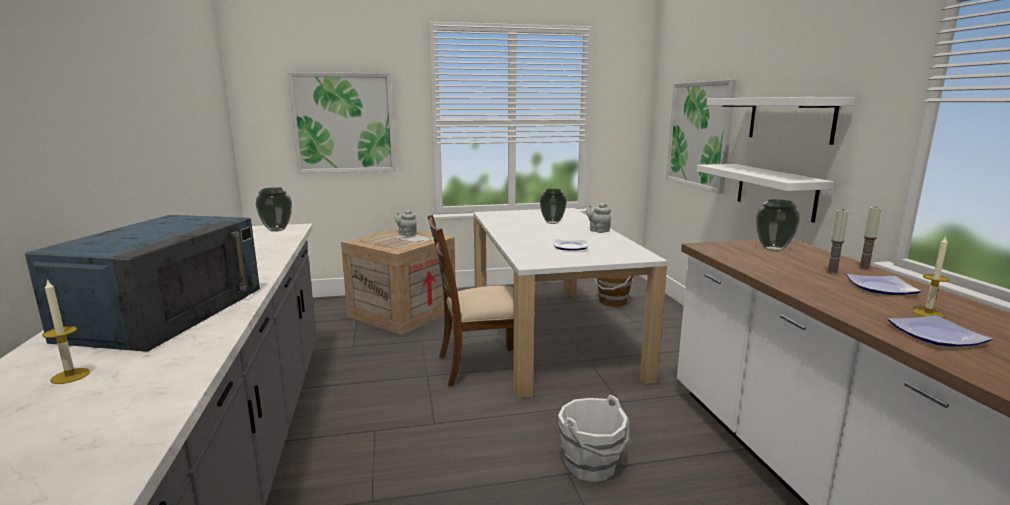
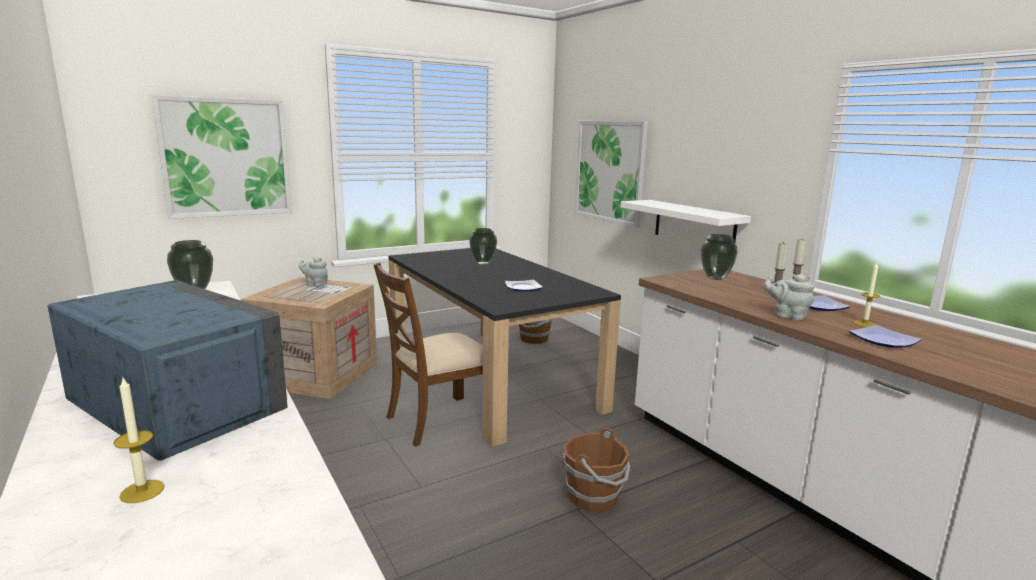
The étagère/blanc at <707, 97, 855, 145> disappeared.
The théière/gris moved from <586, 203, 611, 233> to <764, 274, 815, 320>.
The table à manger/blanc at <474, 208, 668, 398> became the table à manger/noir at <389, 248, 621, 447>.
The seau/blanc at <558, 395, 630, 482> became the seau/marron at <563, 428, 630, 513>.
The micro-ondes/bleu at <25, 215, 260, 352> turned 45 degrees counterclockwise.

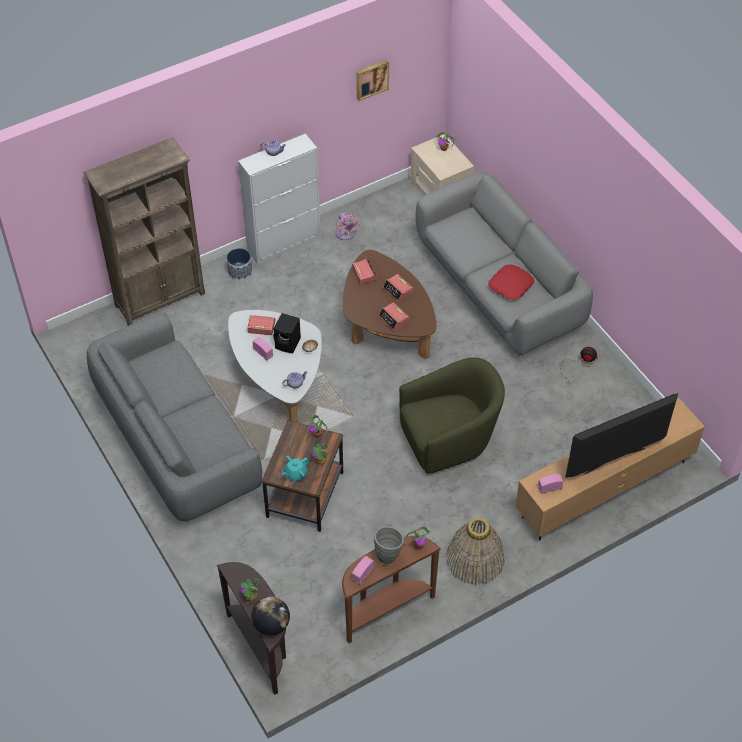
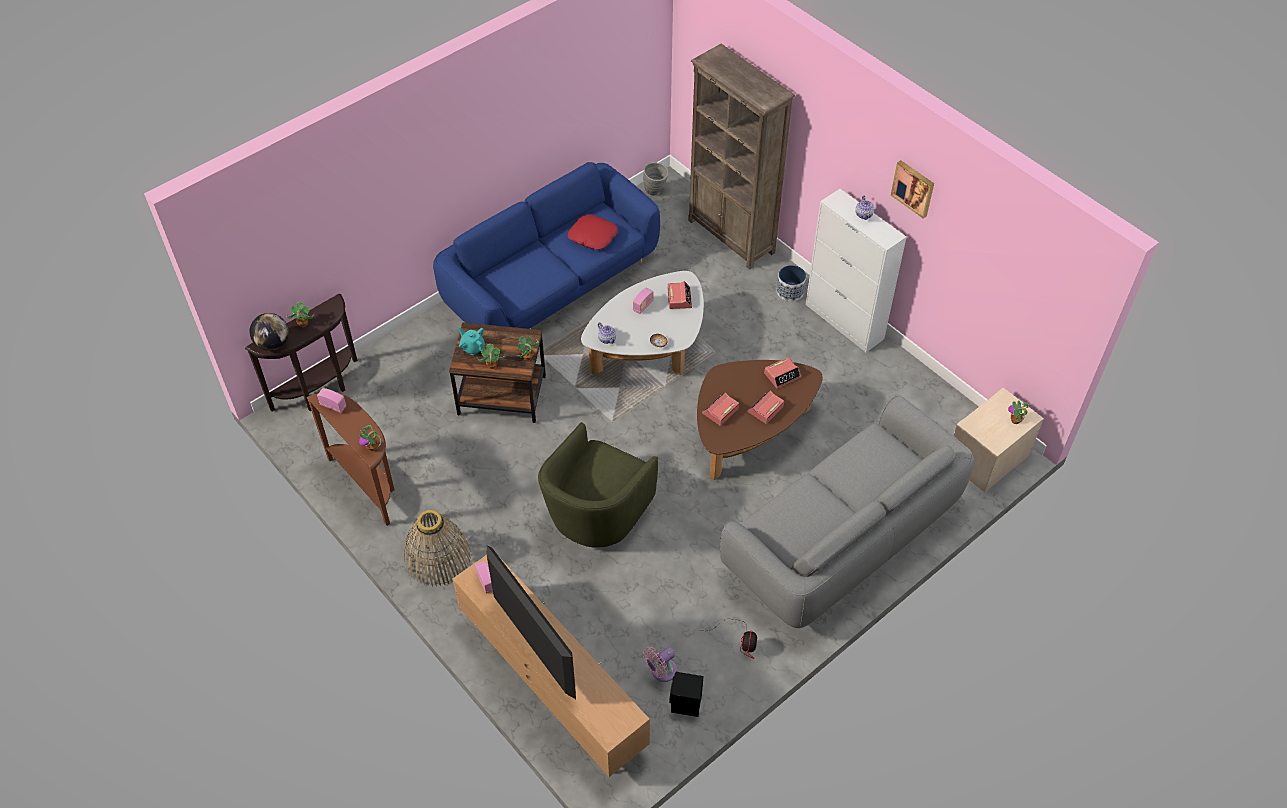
The enceinte/noir moved from <273, 313, 301, 353> to <669, 672, 703, 717>.
The ventilateur/rose moved from <336, 212, 360, 240> to <643, 647, 677, 682>.
The tableau moved from <356, 60, 389, 101> to <891, 160, 934, 218>.
The vase/gris moved from <374, 526, 404, 565> to <643, 162, 669, 196>.
The coussin/rouge moved from <488, 265, 534, 300> to <568, 214, 618, 250>.
The canapé/gris at <87, 313, 262, 522> became the canapé/bleu at <433, 162, 660, 329>.
The fauteuil/vert at <399, 357, 505, 474> turned 60 degrees clockwise.

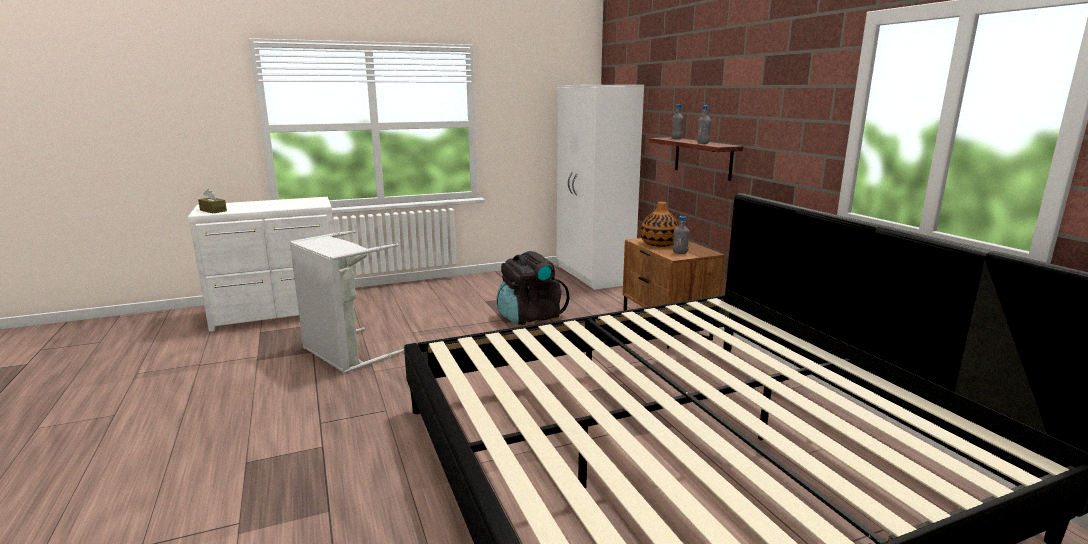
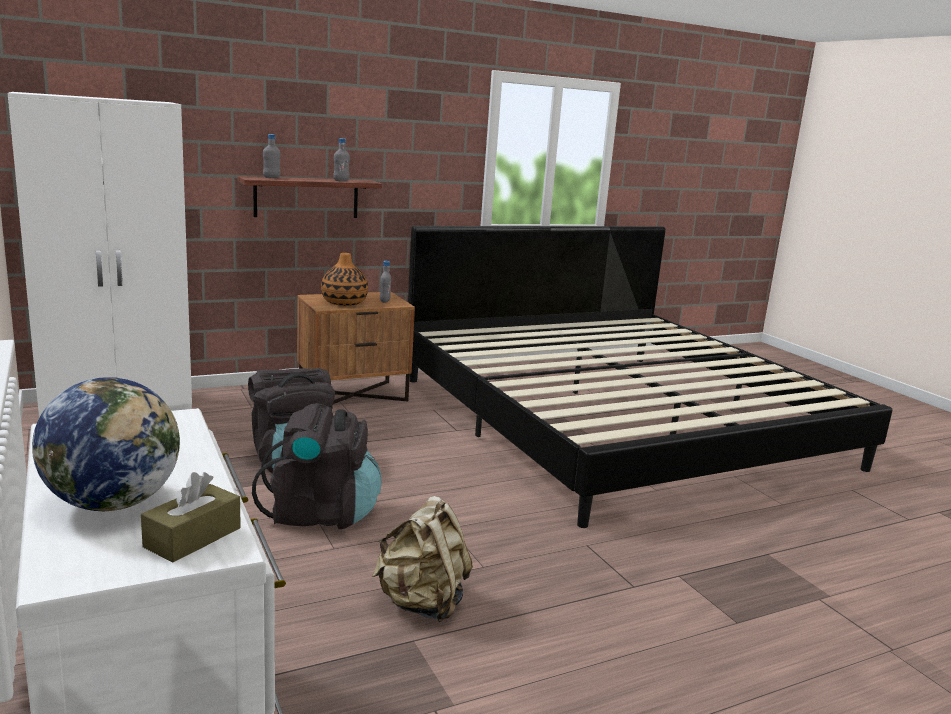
The globe at <32, 377, 180, 511> appeared.
The sac à dos/noir at <252, 403, 382, 529> appeared.
The panier à linge/gris at <290, 230, 404, 374> was replaced by the sac à dos/beige at <372, 496, 473, 622>.

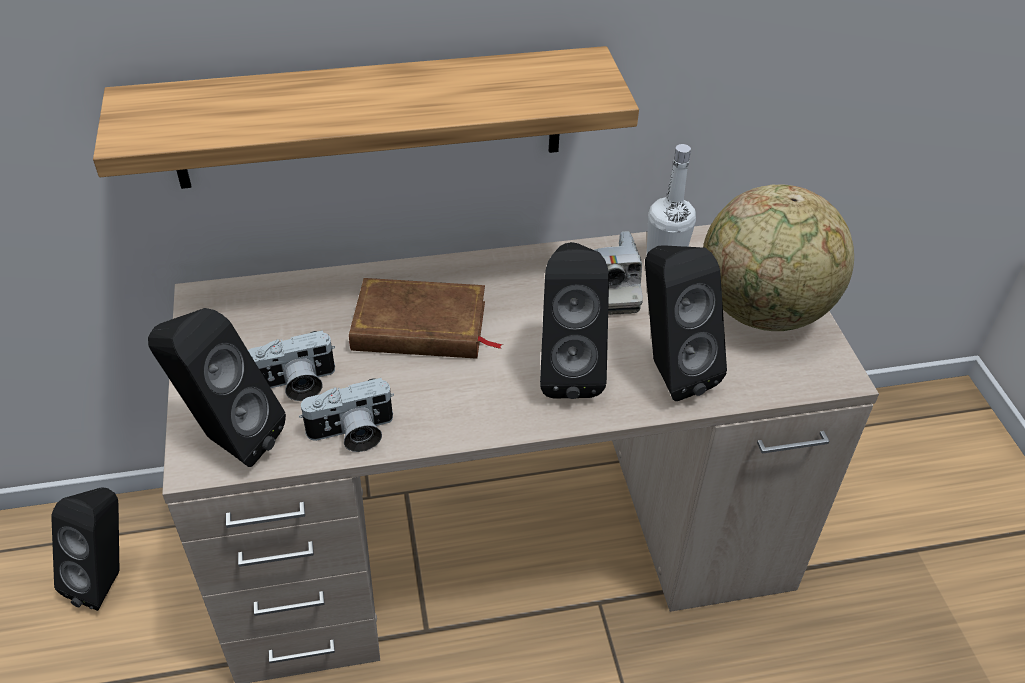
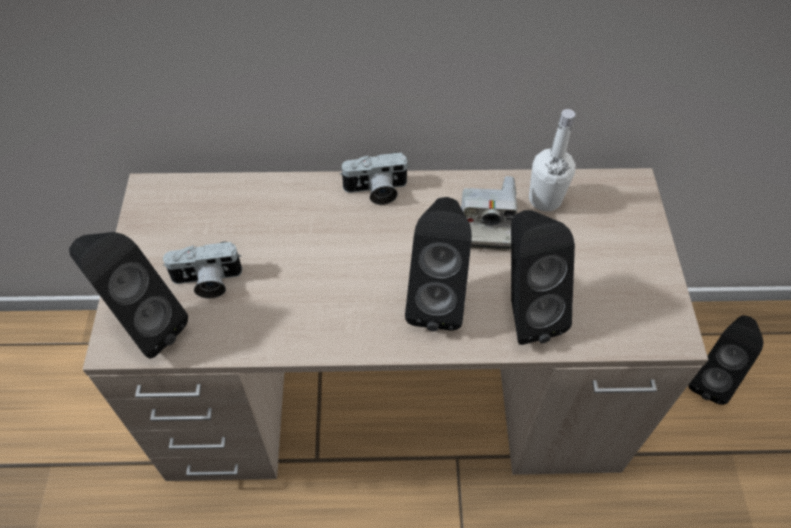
The étagère at <93, 46, 639, 189> disappeared.
The livre/marron at <349, 278, 503, 359> disappeared.
The globe at <703, 185, 854, 331> disappeared.
The enceinte/noir moved from <51, 487, 119, 611> to <689, 315, 764, 405>.
The appareil photo moved from <299, 378, 394, 452> to <340, 152, 409, 205>.

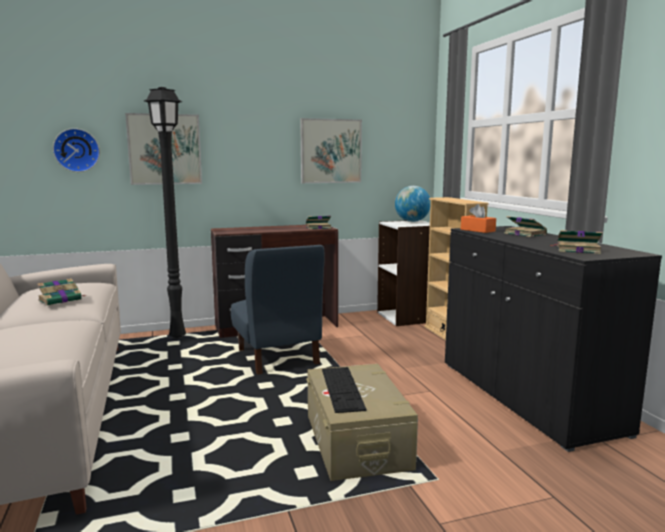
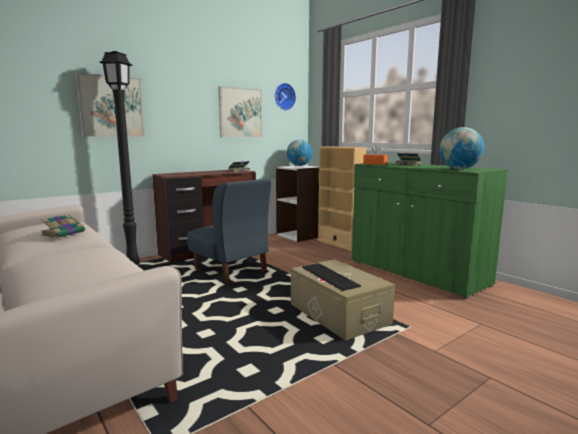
The horloge murale moved from <53, 128, 100, 172> to <275, 83, 296, 110>.
The livre at <551, 230, 603, 254> was replaced by the globe at <439, 127, 484, 169>.
The meuble de rangement/noir at <445, 226, 662, 452> became the meuble de rangement/vert at <352, 162, 508, 299>.

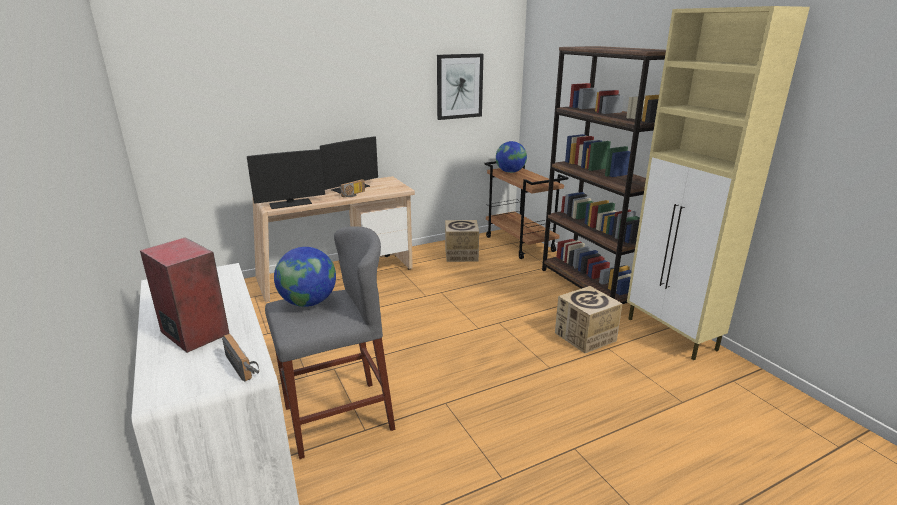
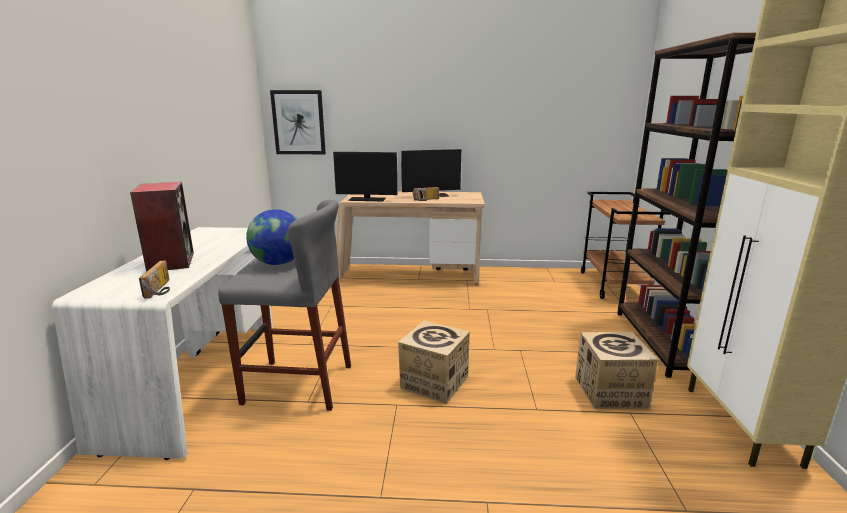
The globe at <496, 141, 527, 173> disappeared.
The tableau moved from <437, 54, 484, 120> to <270, 90, 326, 154>.
The carton moved from <445, 220, 479, 262> to <398, 321, 470, 404>.

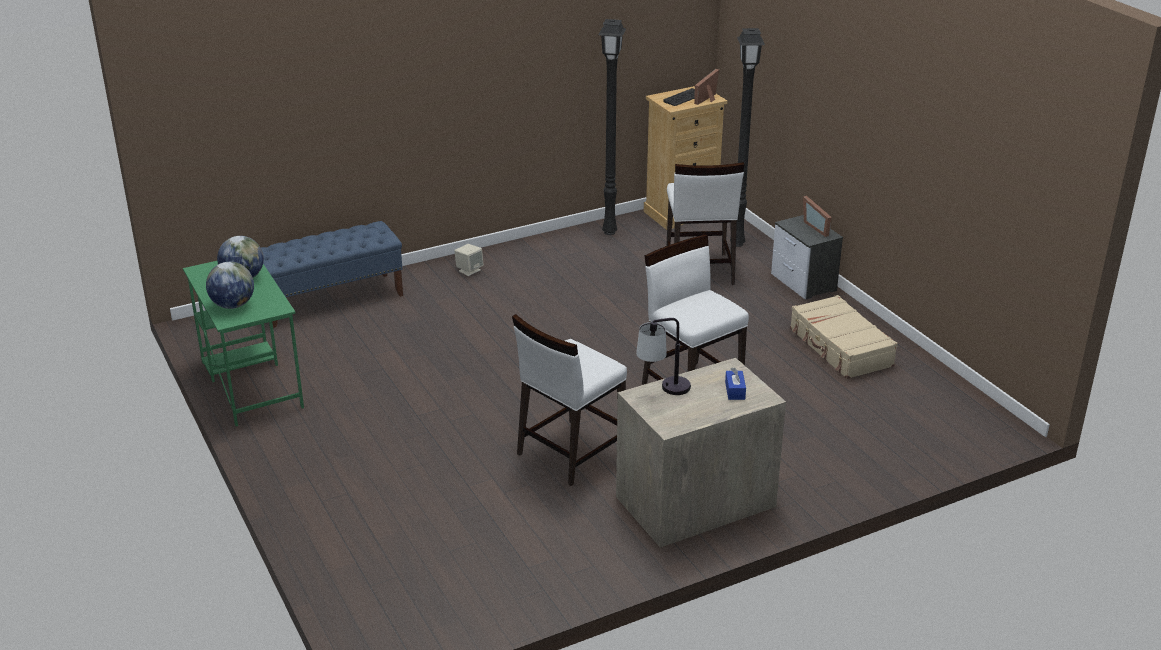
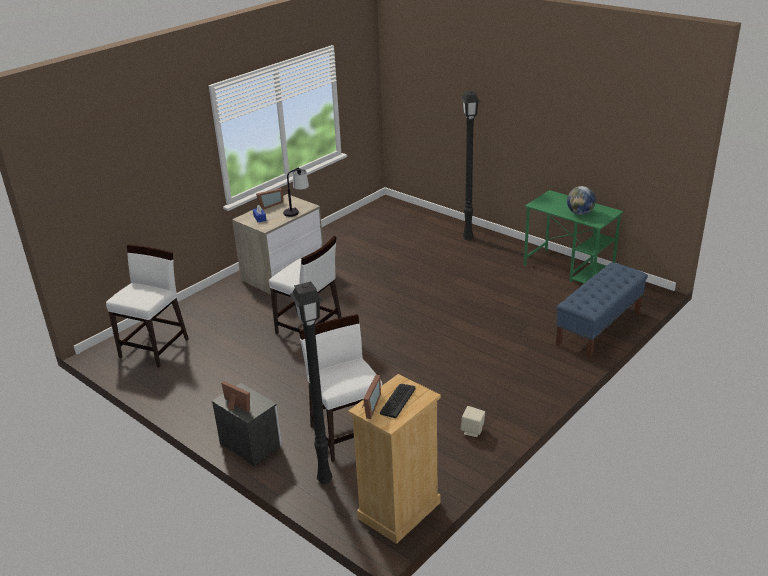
The globe at <206, 262, 254, 309> disappeared.
The valise/beige at <790, 295, 898, 379> disappeared.
The cadre photo at <256, 188, 283, 210> appeared.
The enceinte/beige moved from <454, 244, 484, 276> to <461, 406, 485, 437>.
The chaise/blanc moved from <512, 314, 627, 486> to <106, 245, 189, 367>.
The lampadaire/noir moved from <598, 19, 626, 235> to <460, 91, 480, 240>.

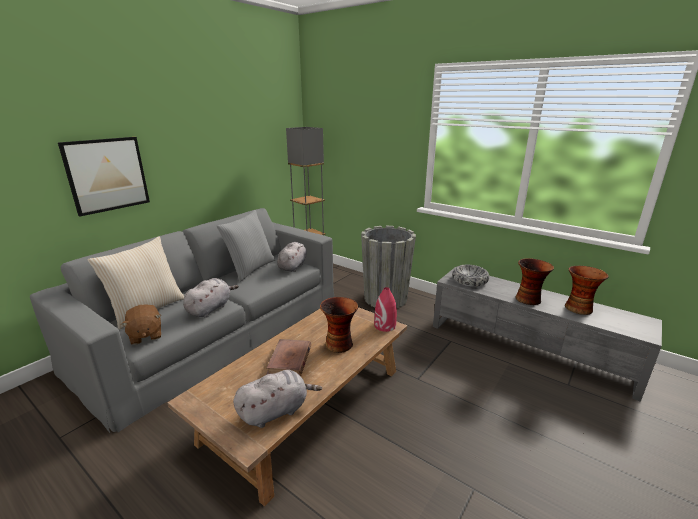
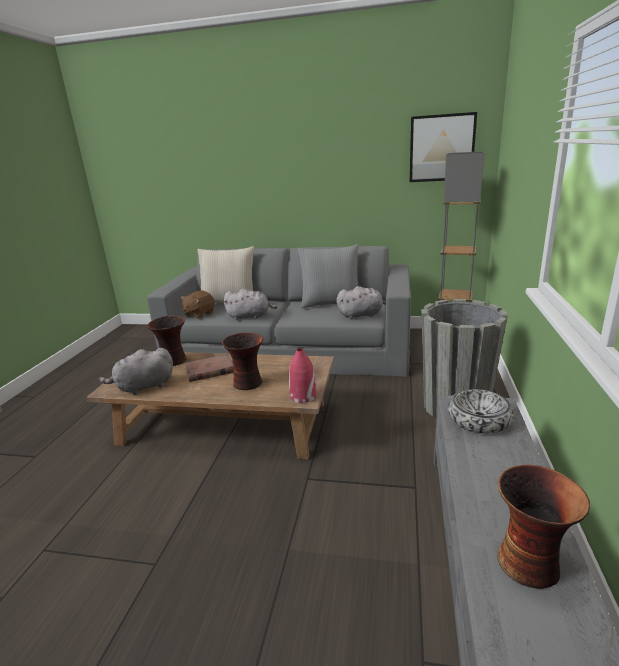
The tableau moved from <58, 137, 150, 216> to <410, 112, 477, 182>.
The vase moved from <516, 258, 554, 305> to <147, 316, 187, 366>.
The peluche/gris at <233, 370, 322, 428> turned 120 degrees clockwise.

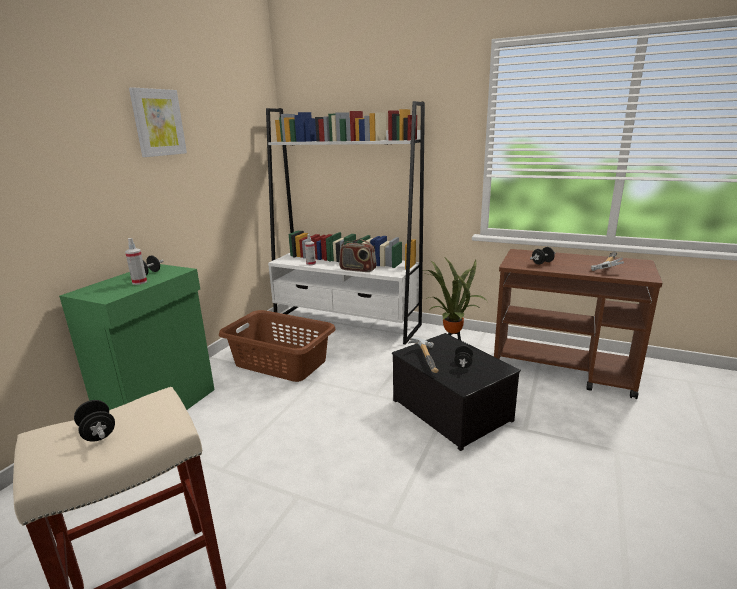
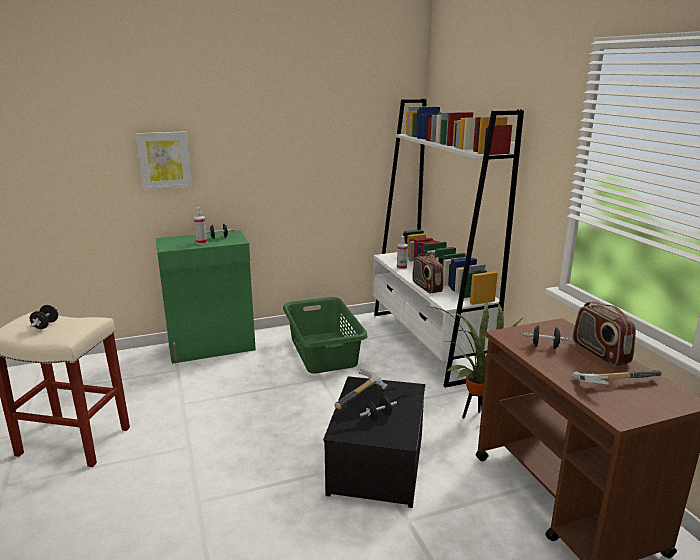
The radio at <573, 302, 636, 366> appeared.
The tableau moved from <129, 87, 187, 157> to <136, 131, 192, 190>.
The panier à linge/marron at <219, 310, 336, 382> became the panier à linge/vert at <283, 297, 368, 374>.

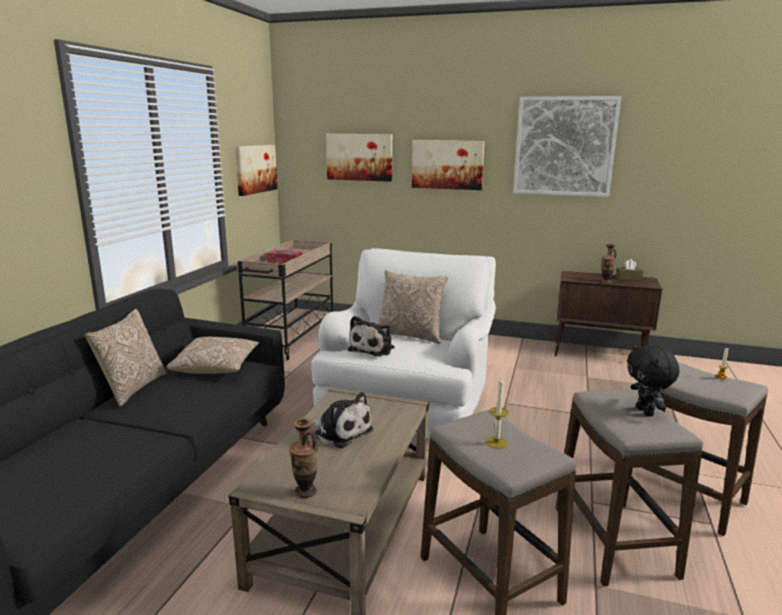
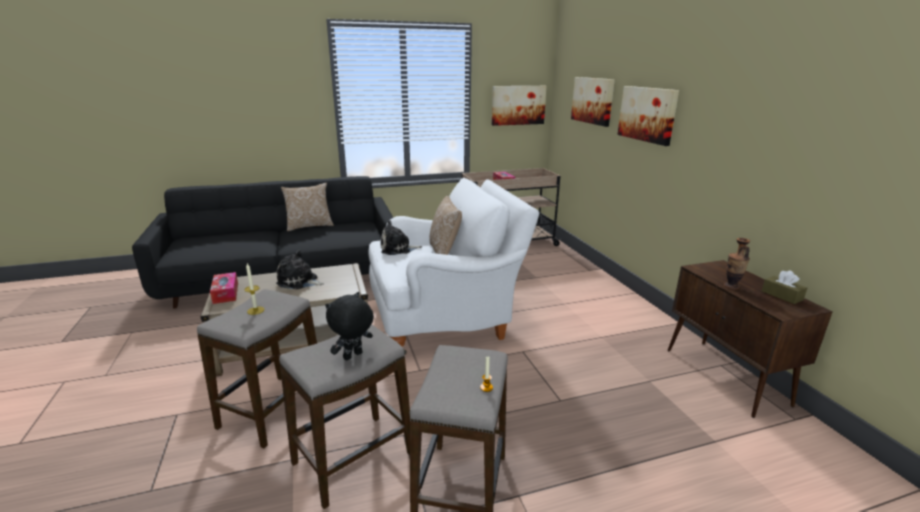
The coussin at <167, 337, 259, 374> disappeared.
The tableau at <513, 96, 621, 197> disappeared.
The vase at <289, 418, 318, 498> was replaced by the boîte à mouchoirs at <210, 272, 238, 304>.
The peluche at <312, 392, 373, 448> turned 105 degrees clockwise.

